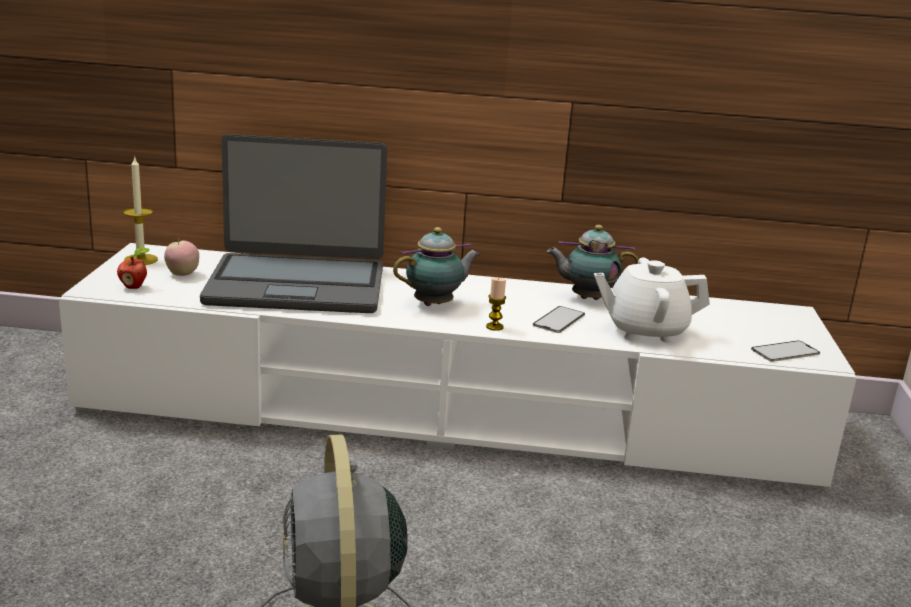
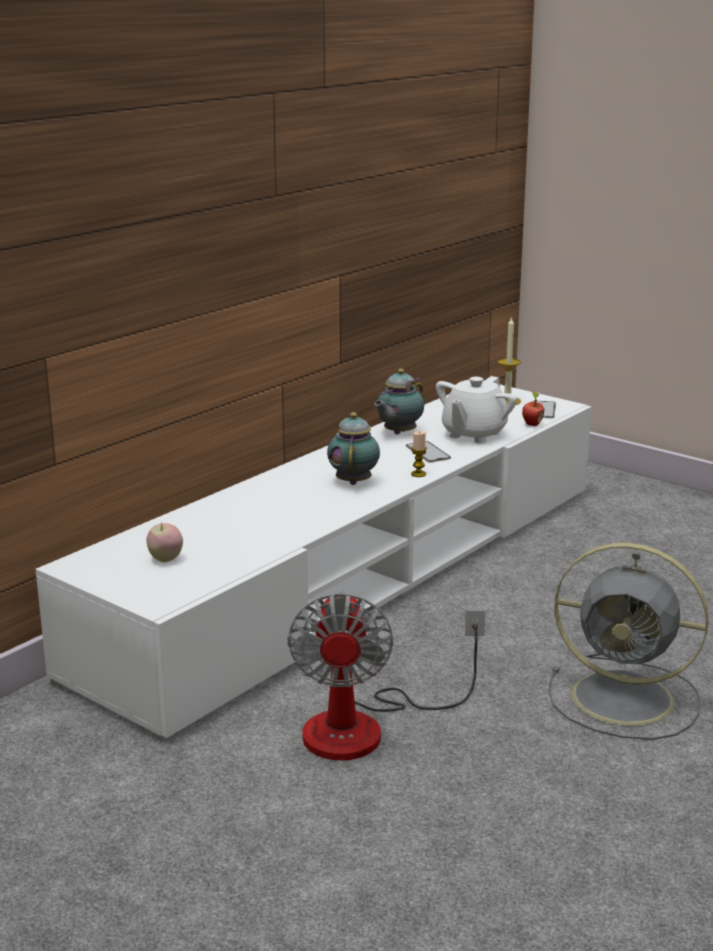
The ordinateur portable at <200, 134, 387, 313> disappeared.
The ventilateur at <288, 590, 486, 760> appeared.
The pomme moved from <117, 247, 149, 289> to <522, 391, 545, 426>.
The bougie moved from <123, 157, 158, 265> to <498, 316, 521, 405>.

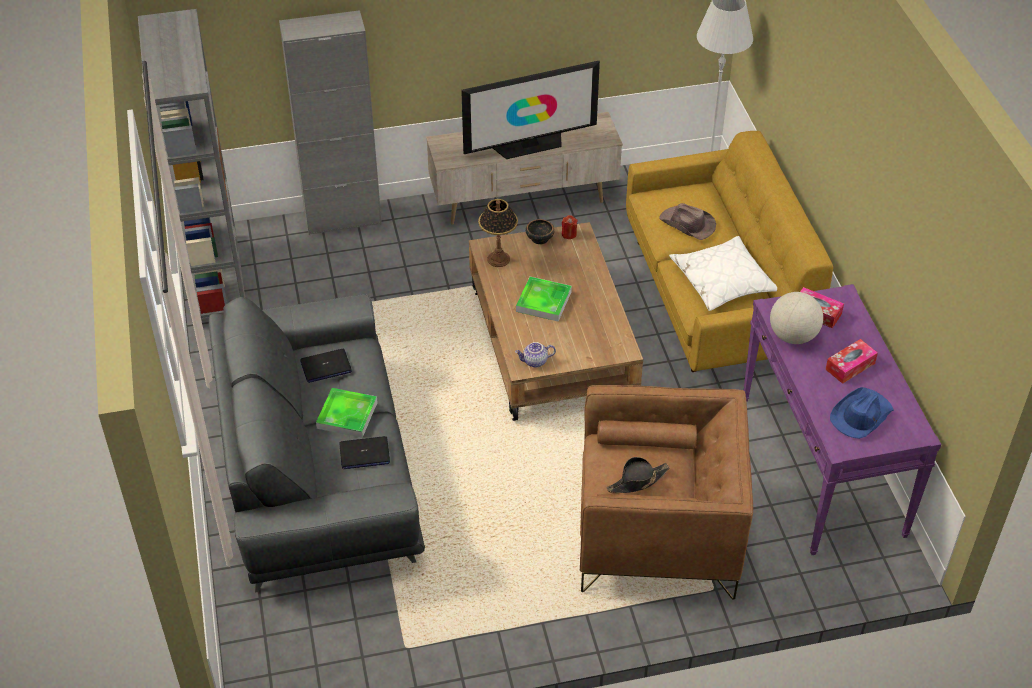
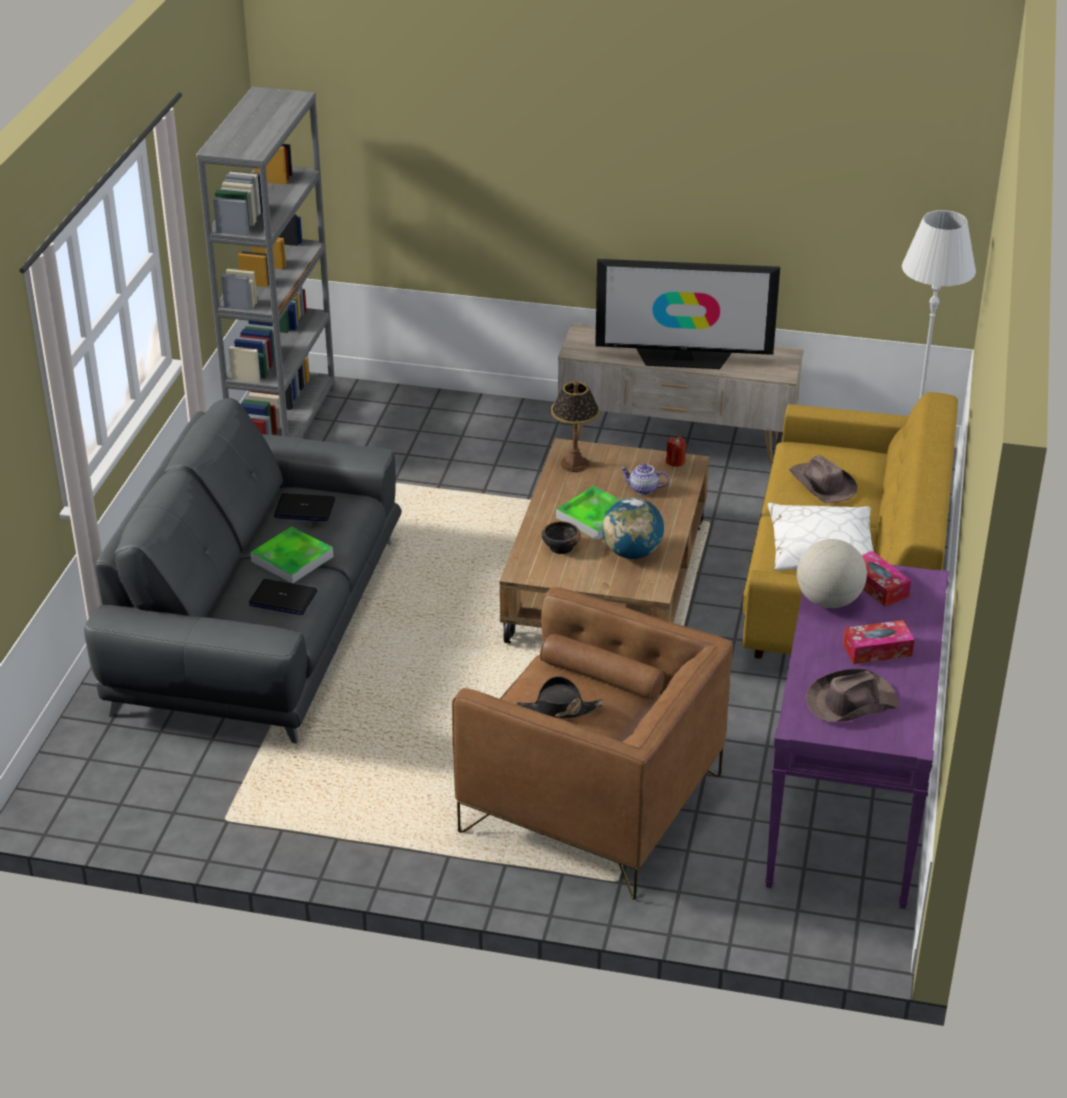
The meuble de rangement/gris at <279, 10, 382, 235> disappeared.
The globe at <602, 497, 664, 559> appeared.
The théière moved from <515, 342, 556, 368> to <620, 464, 669, 495>.
The bol moved from <526, 219, 555, 245> to <542, 521, 581, 554>.
The chapeau/bleu at <830, 387, 894, 439> became the chapeau/marron at <806, 669, 899, 722>.

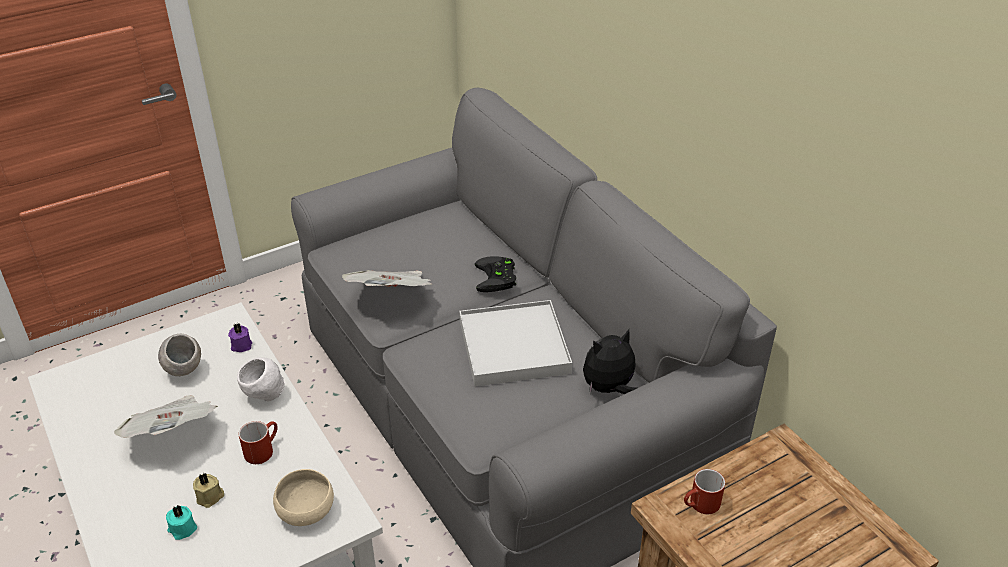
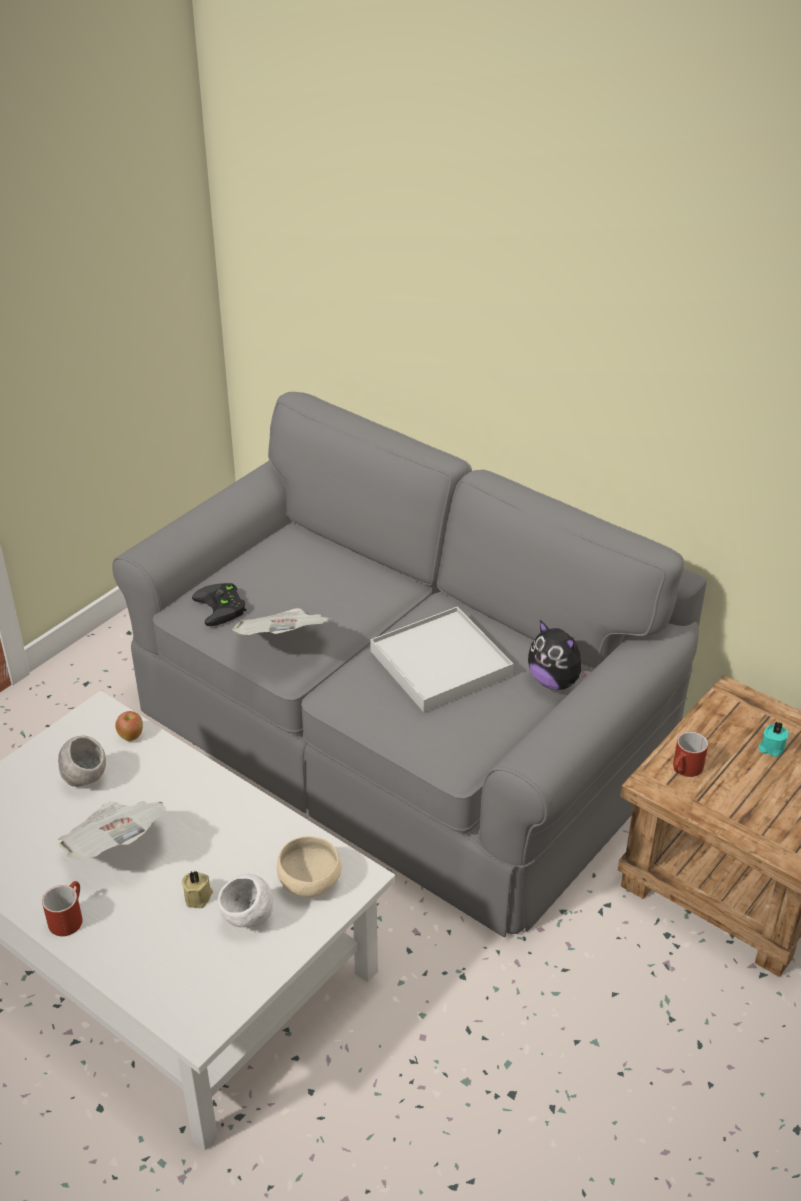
The bougie/turquoise moved from <166, 505, 197, 540> to <758, 721, 789, 757>.
The bol/blanc moved from <237, 357, 285, 401> to <218, 873, 273, 927>.
The mug/rouge moved from <239, 421, 278, 464> to <42, 881, 83, 936>.
The manette/noir moved from <475, 257, 516, 292> to <192, 583, 246, 626>.
The bougie/violet at <228, 323, 252, 352> was replaced by the pomme at <115, 711, 143, 741>.
The peluche at <583, 329, 638, 395> turned 90 degrees counterclockwise.

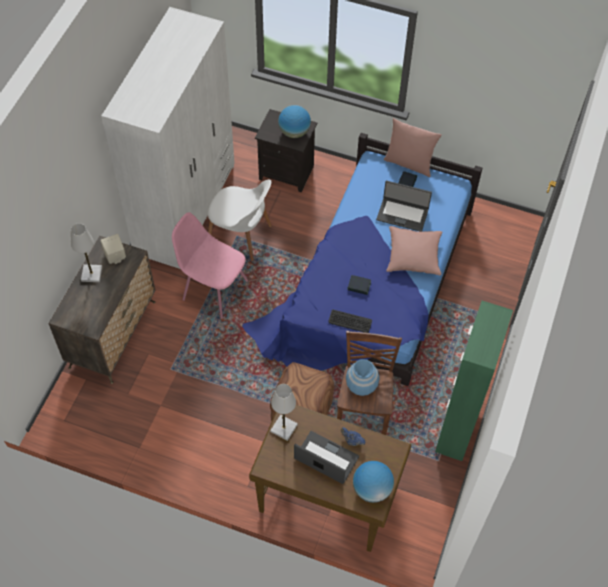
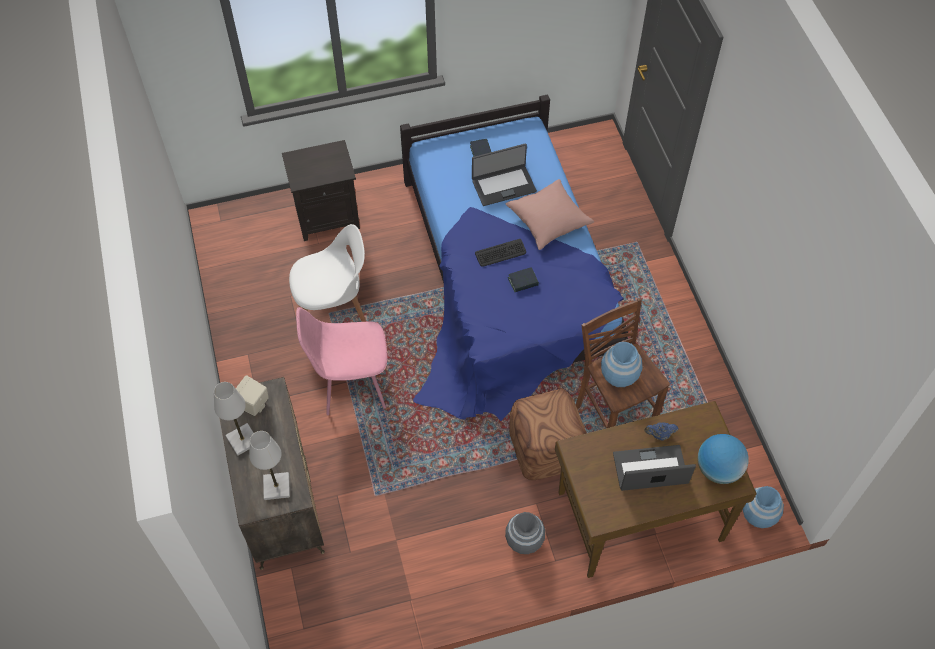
The armoire/blanc at <101, 7, 235, 269> disappeared.
The globe at <278, 105, 311, 138> disappeared.
The coussin/rose at <384, 118, 442, 177> disappeared.
The meuble de rangement/vert at <435, 301, 513, 461> disappeared.
The vase/gris at <505, 512, 545, 554> appeared.
The vase/bleu at <742, 486, 784, 528> appeared.
The lampe de table/blanc moved from <270, 384, 298, 441> to <249, 431, 290, 500>.
The clavier moved from <329, 310, 372, 333> to <475, 239, 526, 267>.

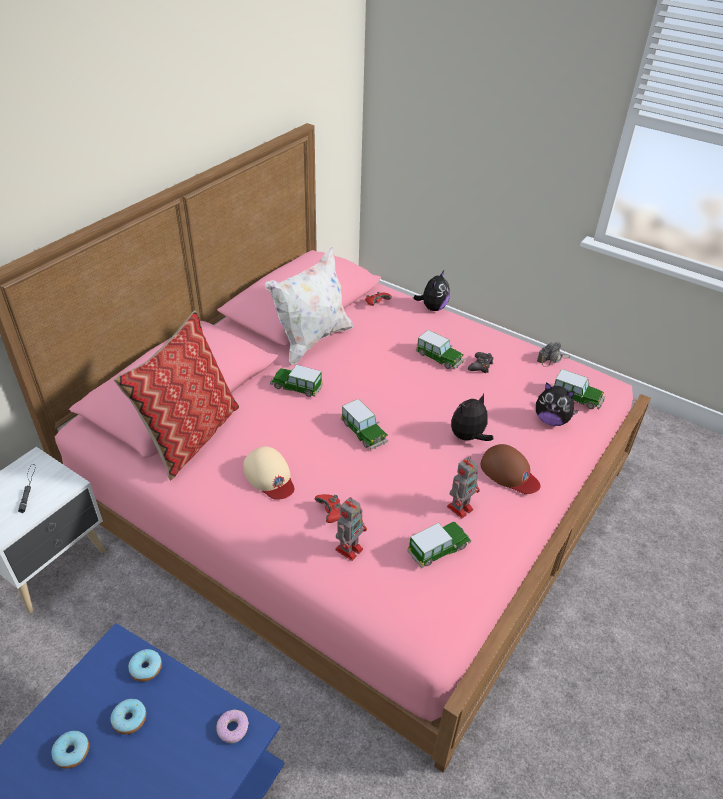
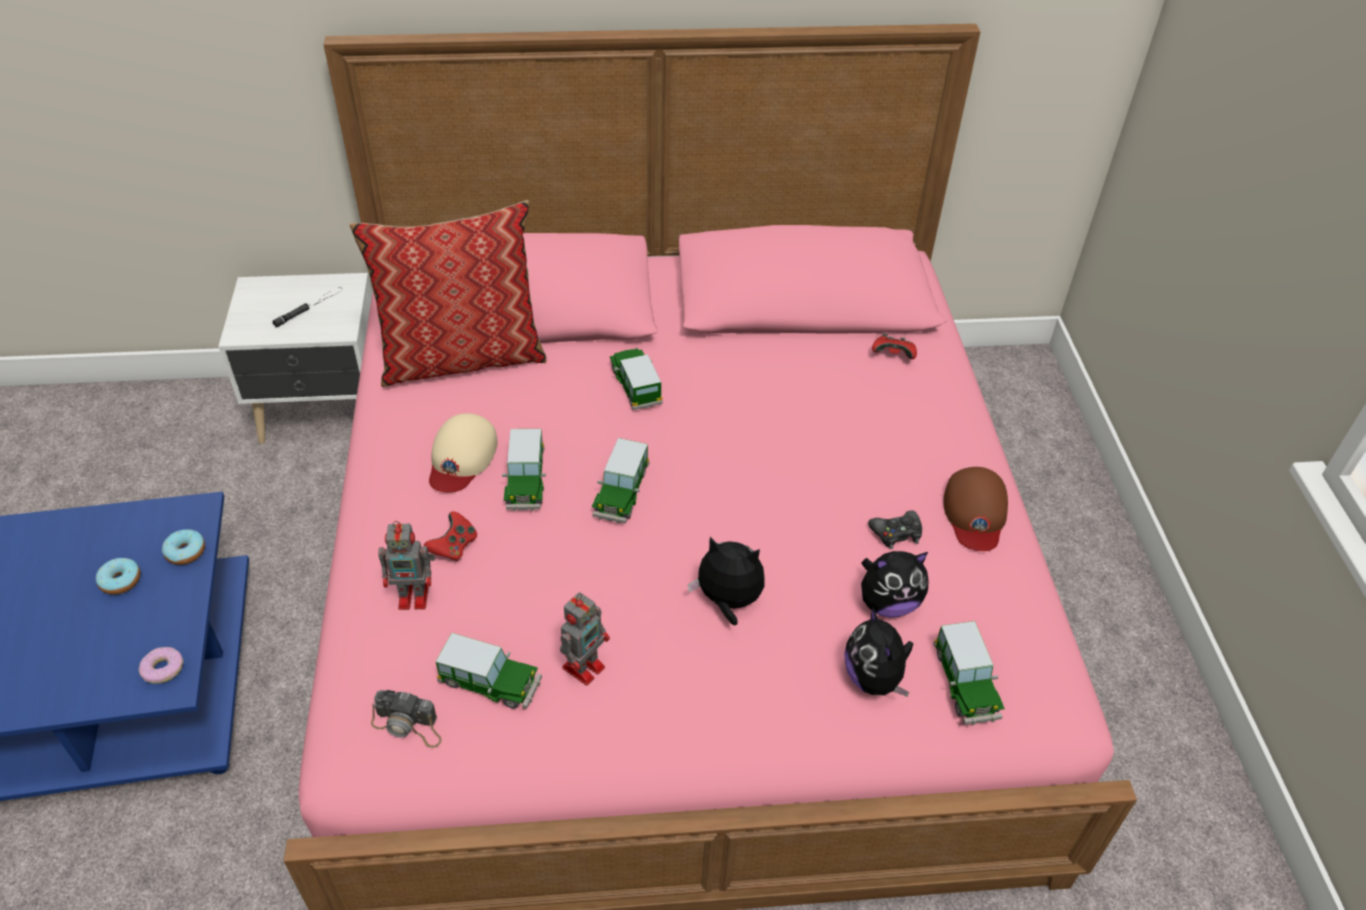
The beignet at <51, 731, 89, 769> disappeared.
The coussin/blanc at <265, 247, 353, 365> disappeared.
The peluche moved from <413, 270, 450, 311> to <861, 551, 928, 618>.
The petite voiture moved from <416, 330, 465, 370> to <502, 429, 546, 511>.
The casquette/marron moved from <480, 444, 541, 494> to <943, 467, 1008, 551>.
The appareil photo moved from <537, 342, 570, 367> to <371, 690, 442, 748>.
The robot jouet at <447, 456, 480, 518> turned 60 degrees counterclockwise.

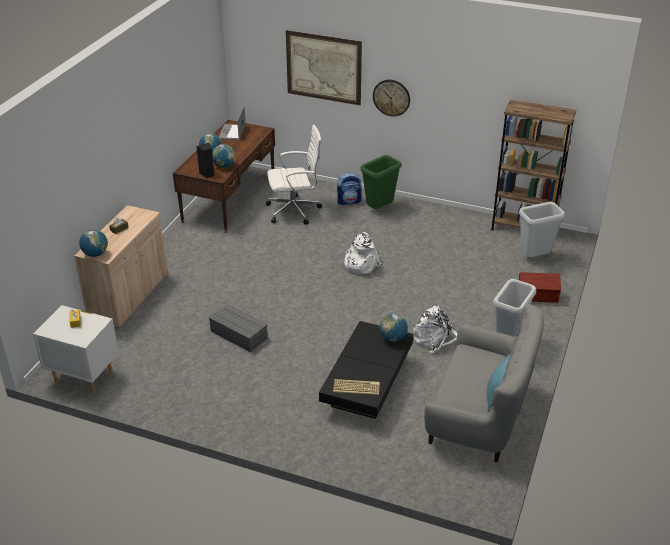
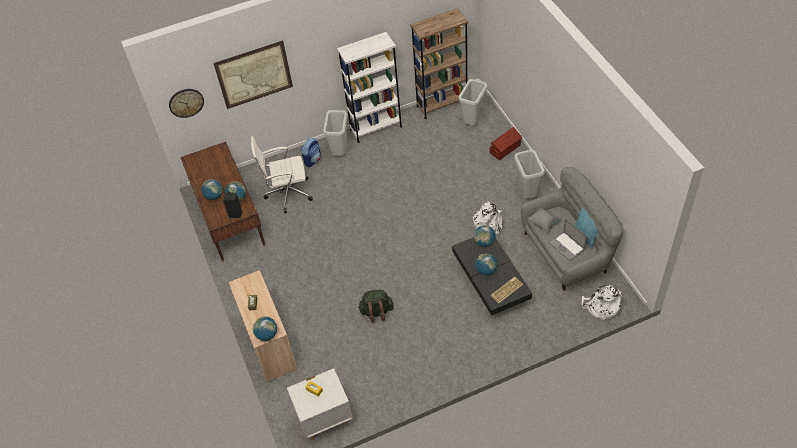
The bibliothèque/blanc at <337, 32, 402, 143> appeared.
The globe at <475, 253, 498, 275> appeared.
The coussin/gris at <528, 207, 561, 232> appeared.
The ordinateur portable moved from <219, 106, 246, 140> to <548, 218, 588, 261>.
The sac à dos/blanc moved from <344, 232, 382, 274> to <582, 285, 622, 320>.
The horloge murale moved from <373, 80, 410, 117> to <169, 89, 204, 118>.
The boîte de rangement/gris at <209, 304, 268, 352> was replaced by the sac à dos/vert at <358, 290, 393, 323>.
The poubelle/vert at <360, 155, 402, 209> became the poubelle/gris at <323, 110, 348, 156>.
The chaise de bureau/blanc at <266, 124, 322, 225> turned 135 degrees counterclockwise.

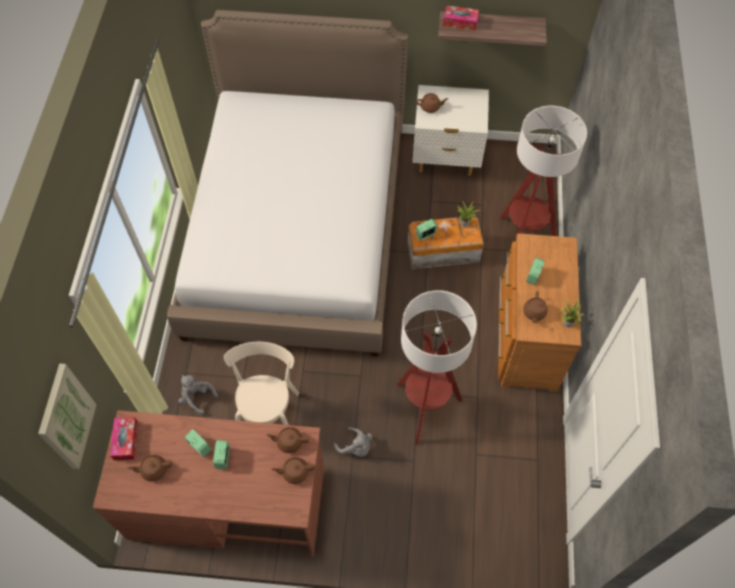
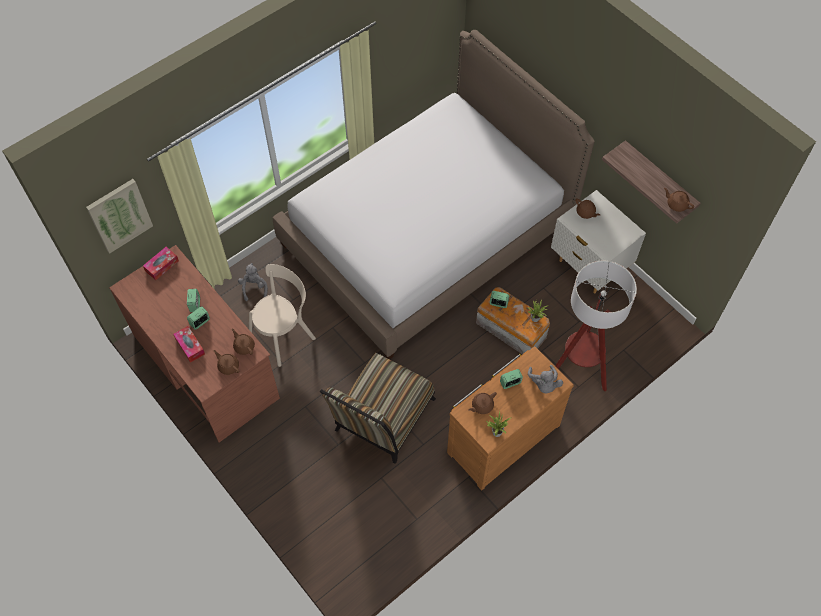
The théière/marron moved from <128, 455, 172, 481> to <664, 188, 694, 212>.
The peluche/gris moved from <334, 427, 373, 457> to <528, 365, 563, 394>.
The boîte à mouchoirs moved from <443, 5, 479, 31> to <173, 326, 205, 363>.
The lampadaire at <397, 290, 477, 445> was replaced by the chaise at <320, 353, 436, 464>.

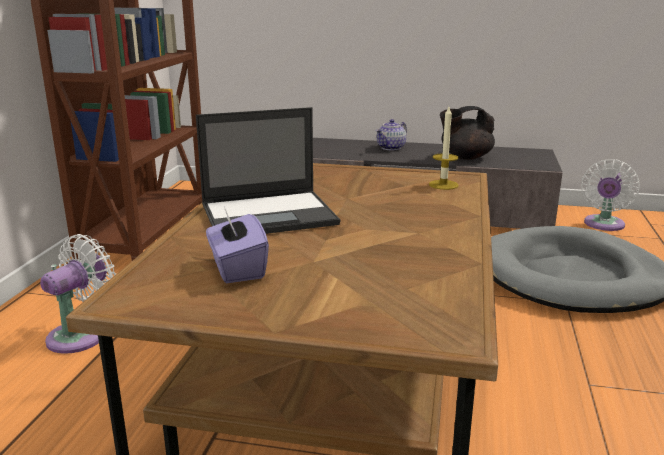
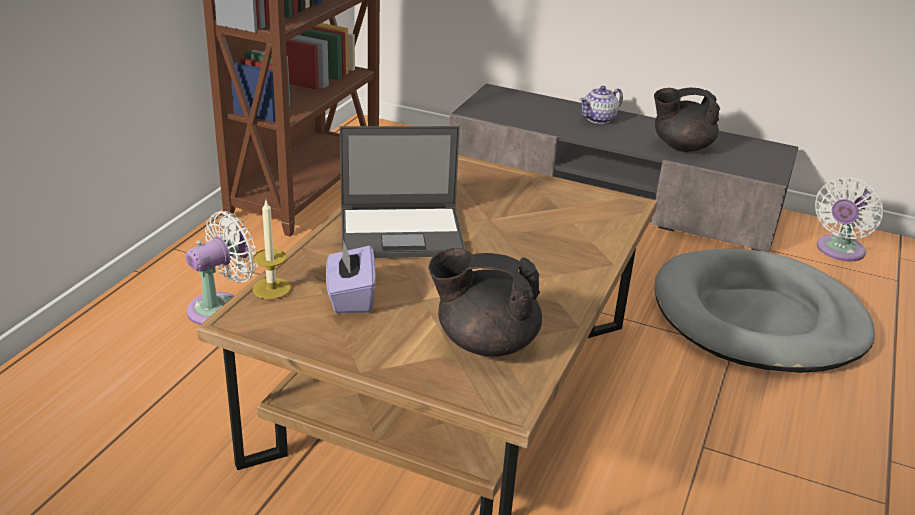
The théière/noir at <429, 248, 542, 357> appeared.
The bougie moved from <429, 107, 459, 190> to <253, 200, 291, 299>.

